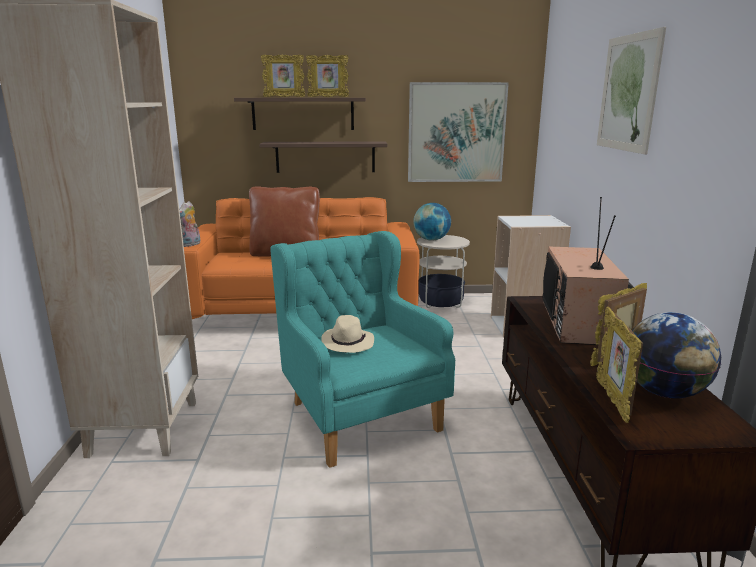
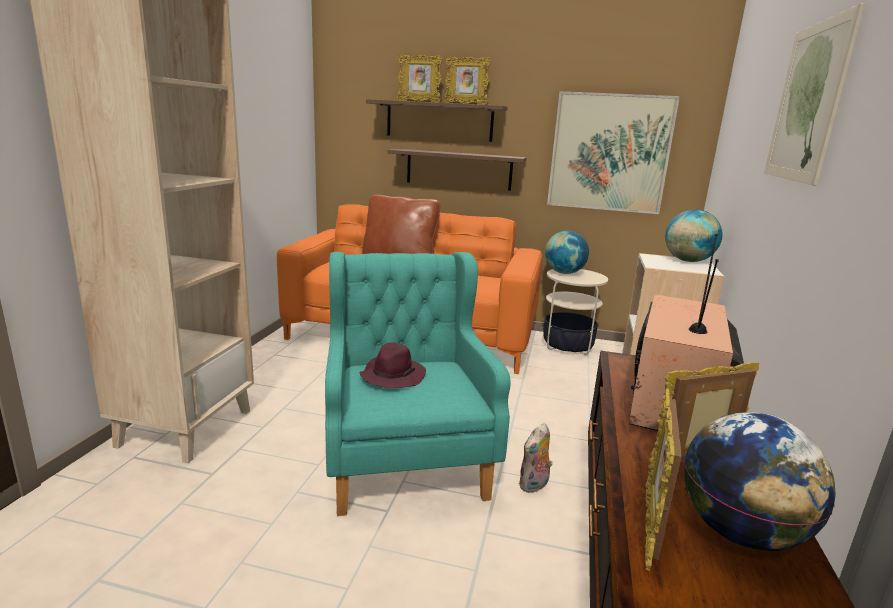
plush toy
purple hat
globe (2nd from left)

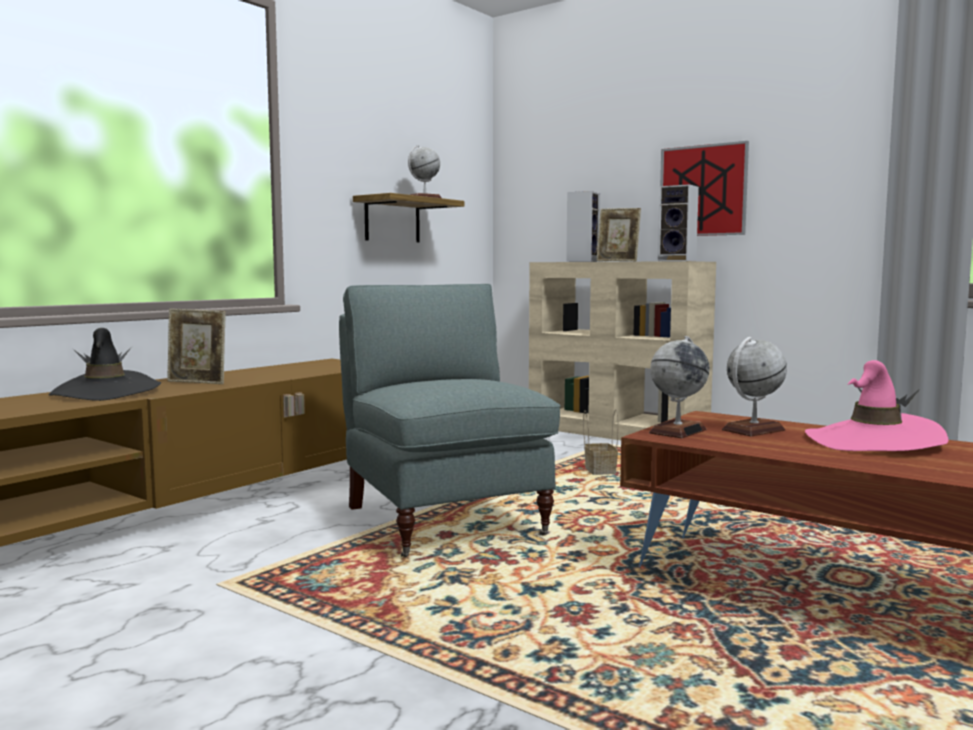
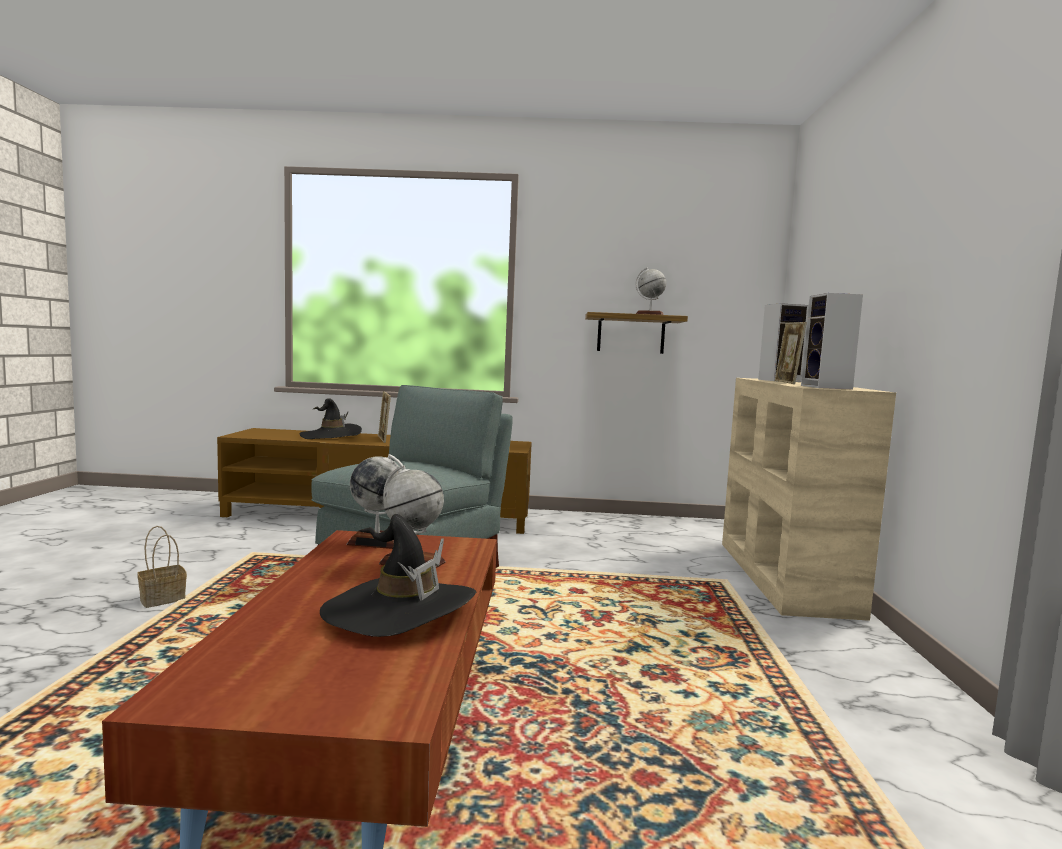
basket
picture
black hat (2nd from left)

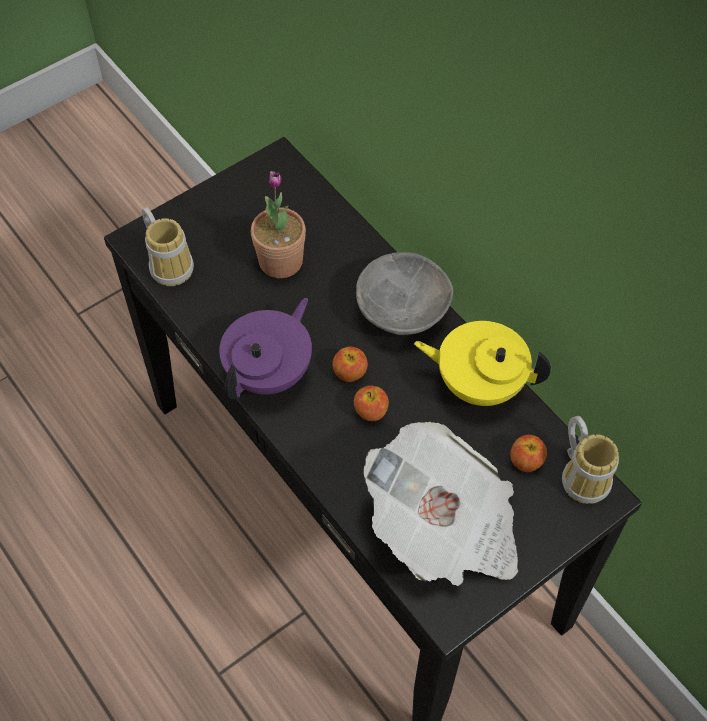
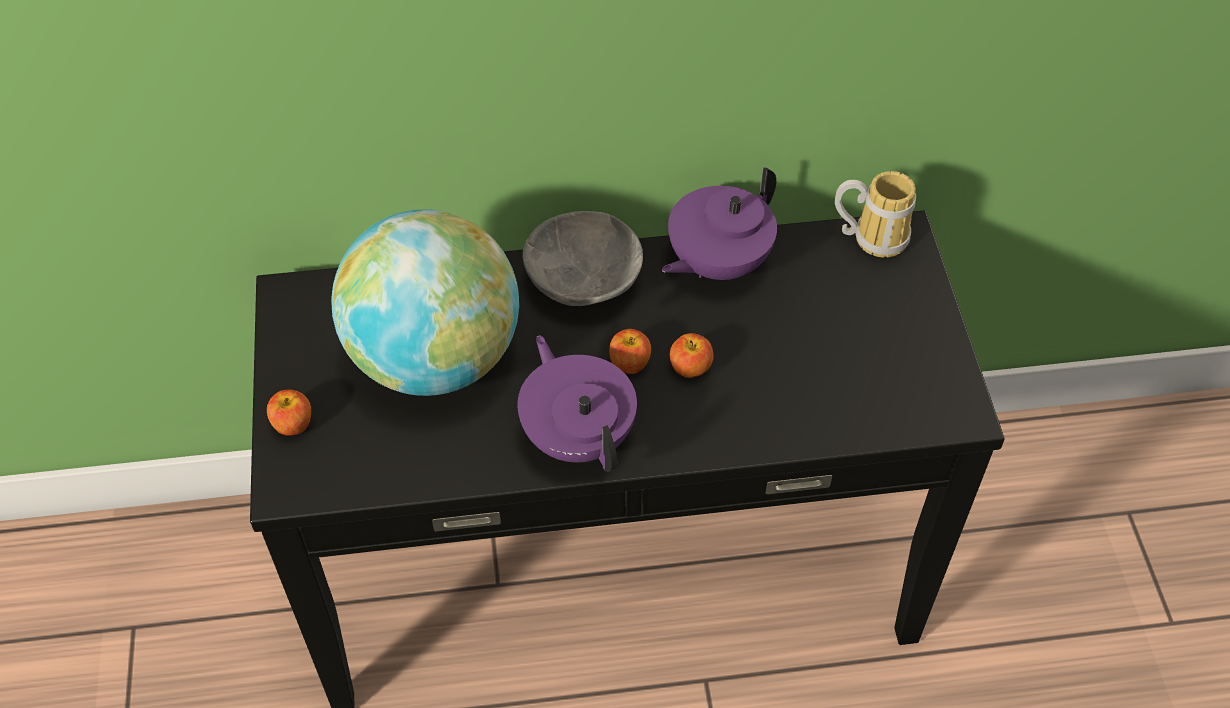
mug (1st from left in the first image)
globe
newspaper
purple teapot (2nd from left)
apple (1st from left)

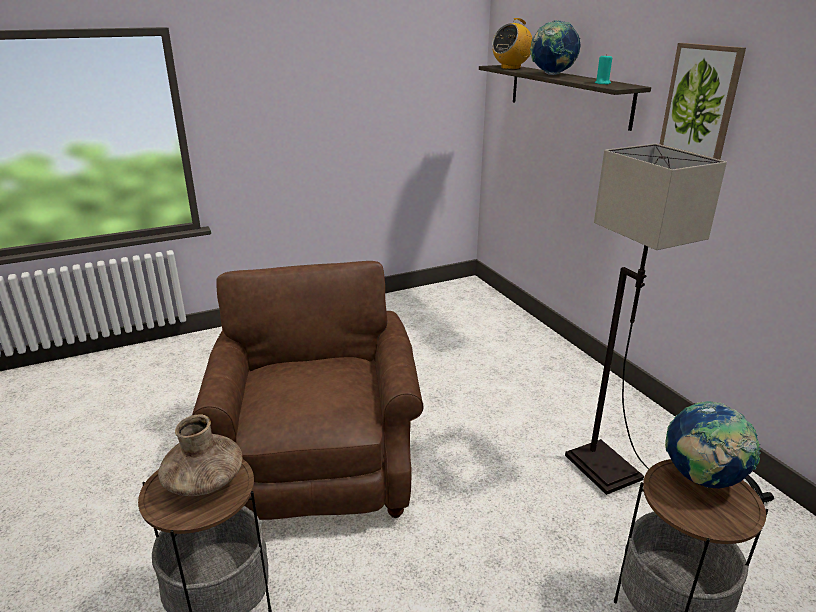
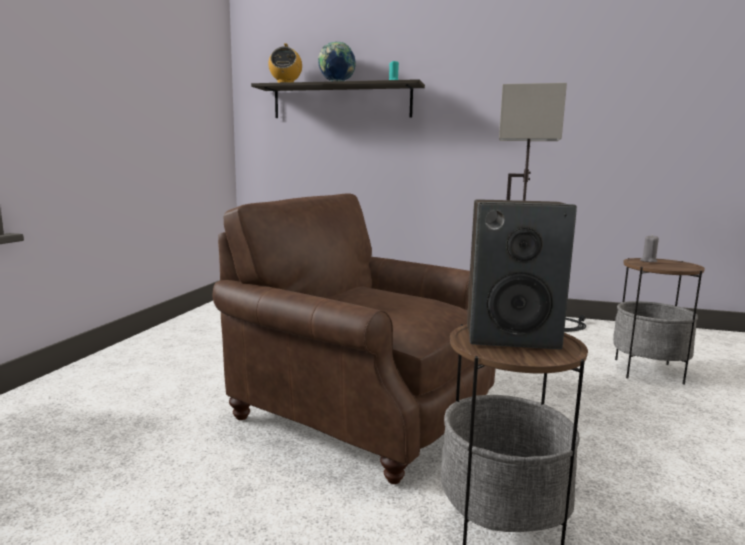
speaker
picture
grey candle

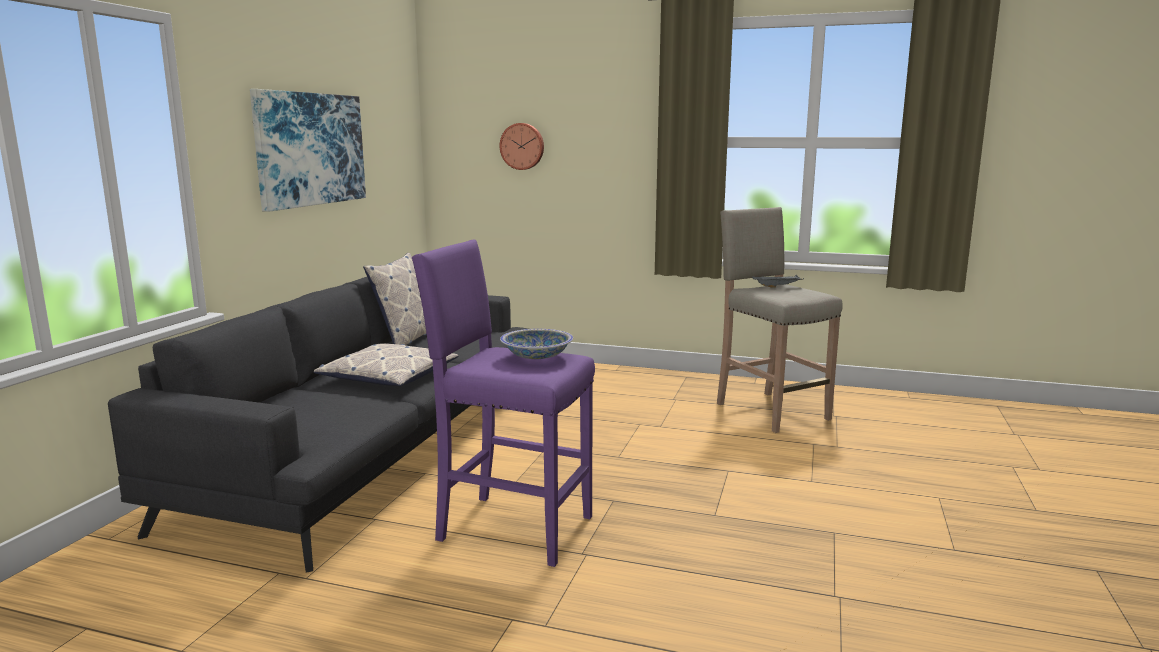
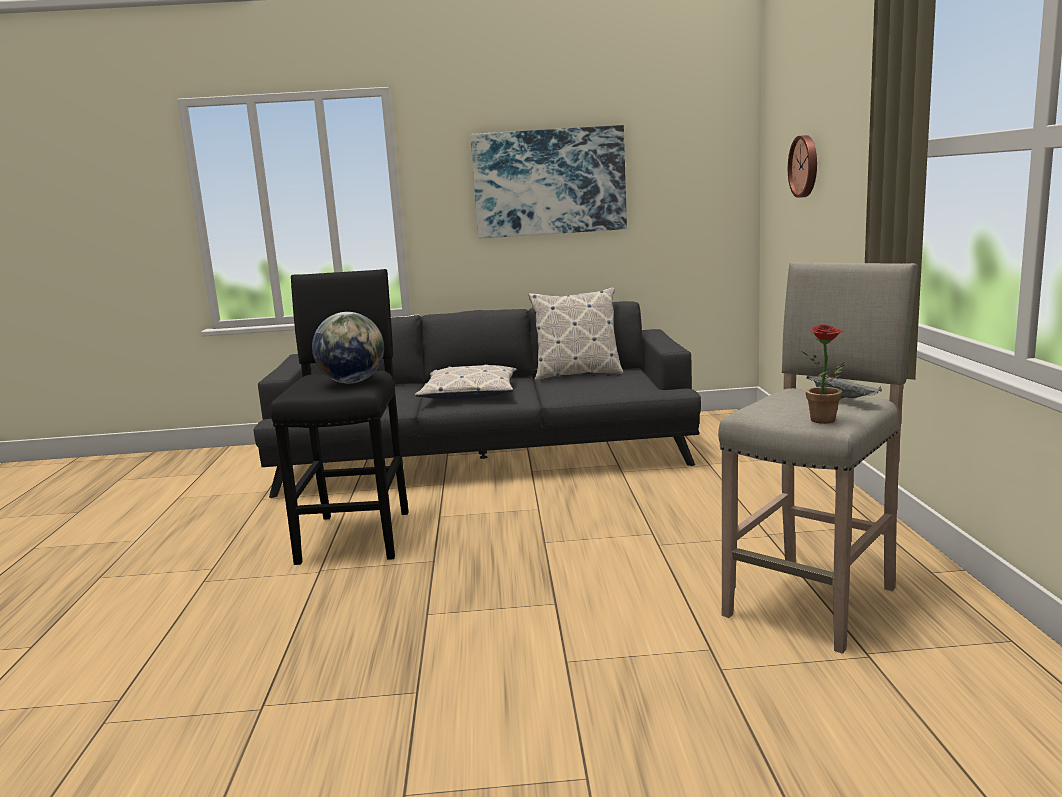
black stool
globe
potted plant

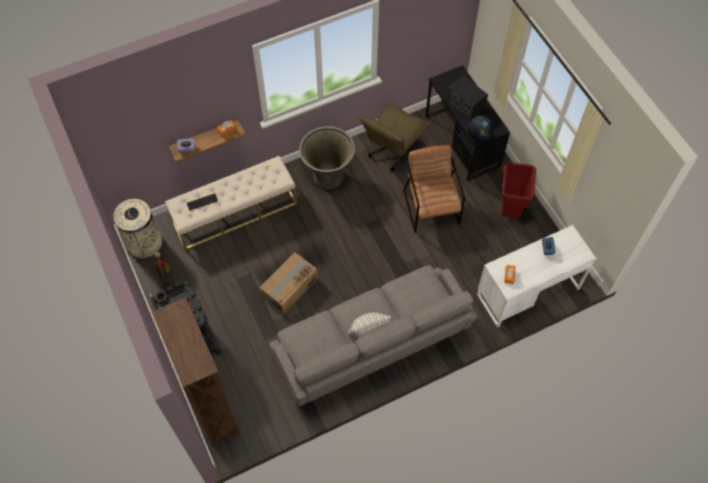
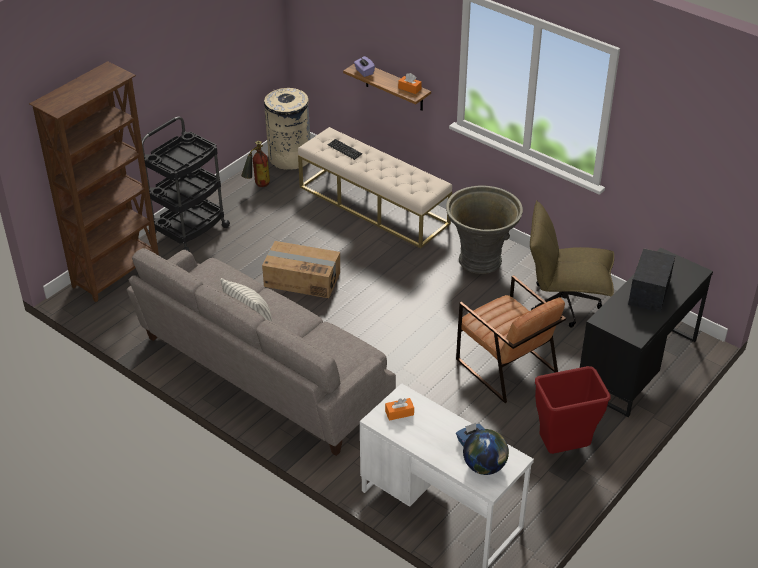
brown armchair
globe

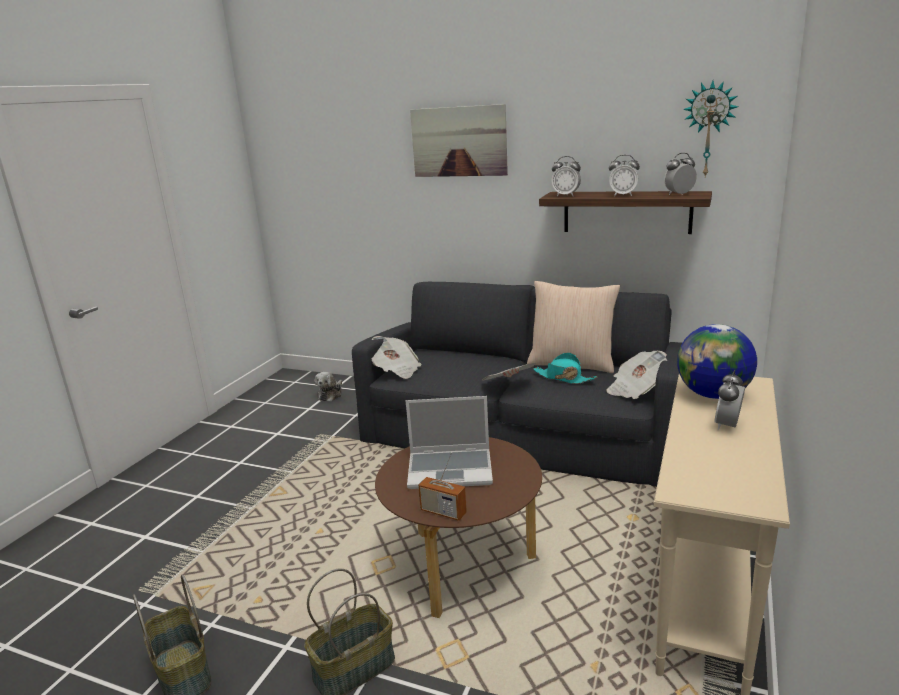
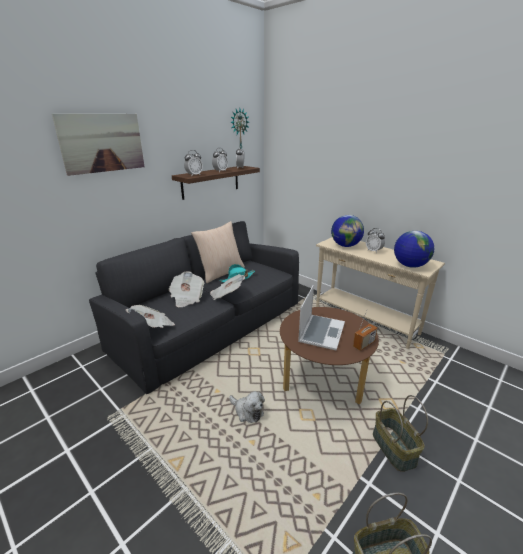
plush toy
newspaper (2nd from left)
globe (2nd from left)

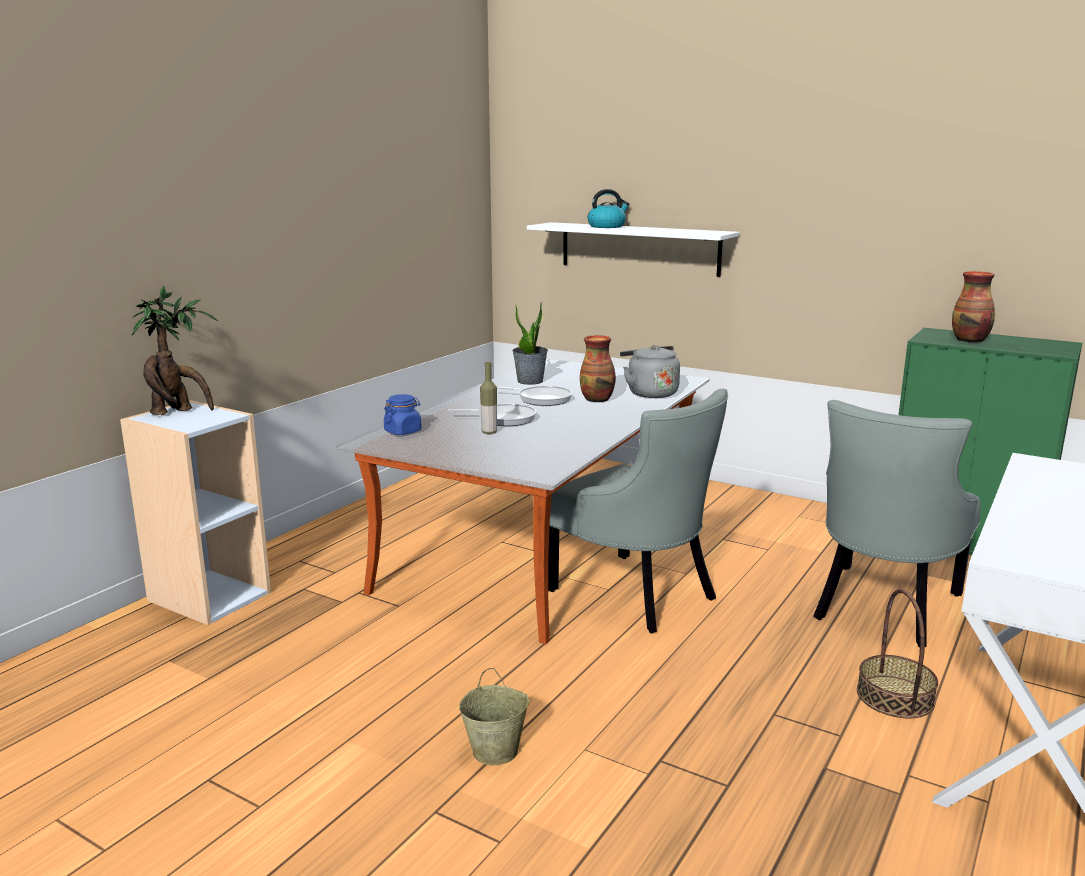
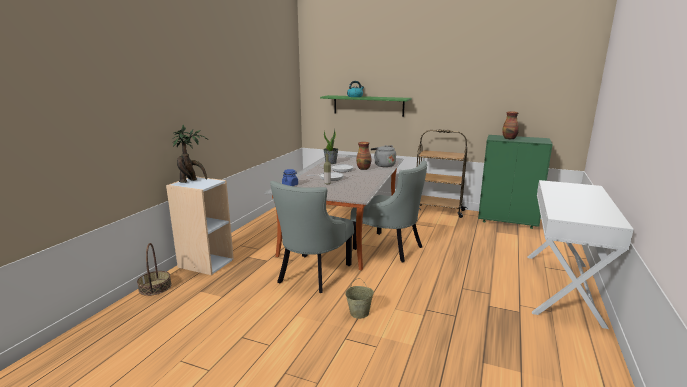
green shelf
grey chair (1st from left)
basket
brown cart

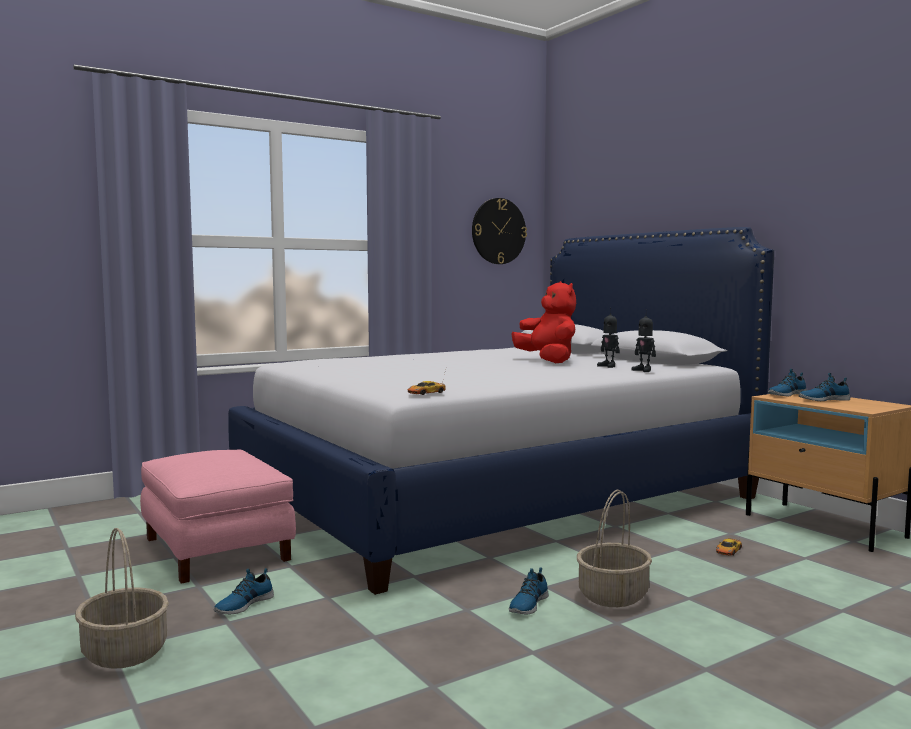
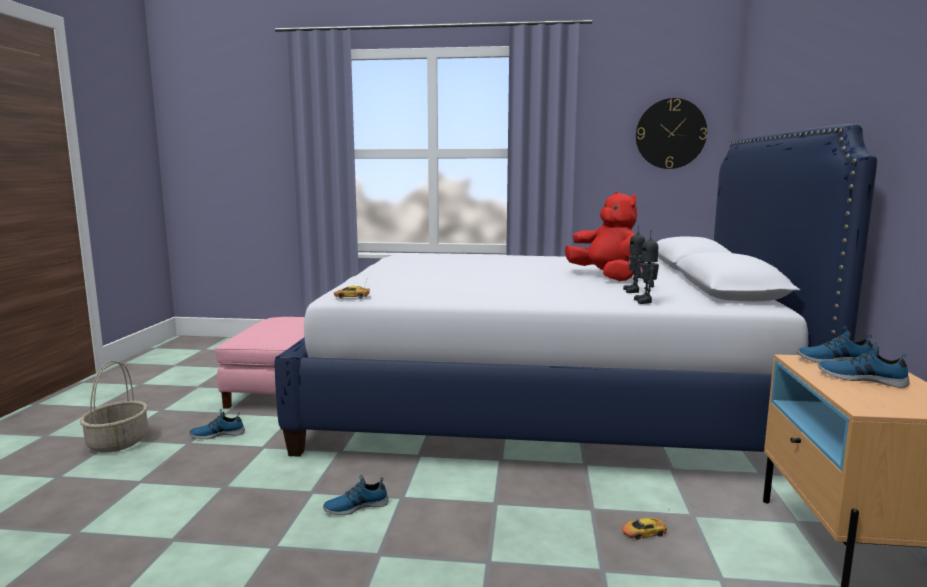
red plush toy
basket (2nd from left in the first image)

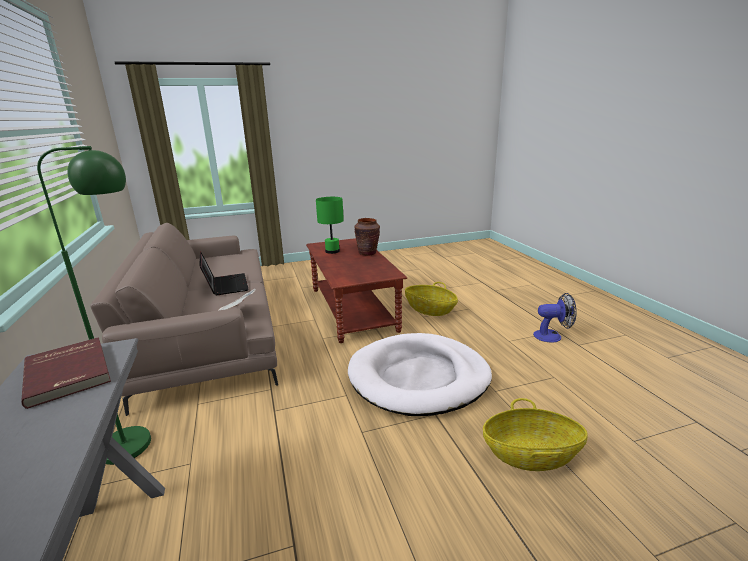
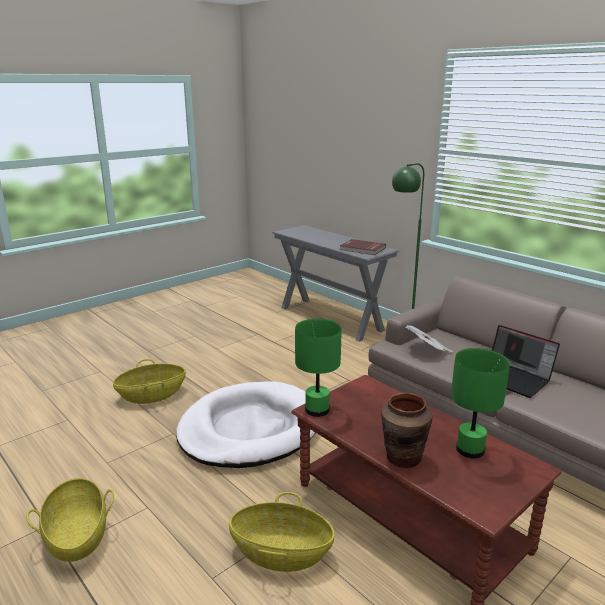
basket (1st from left)
green table lamp (1st from left)

